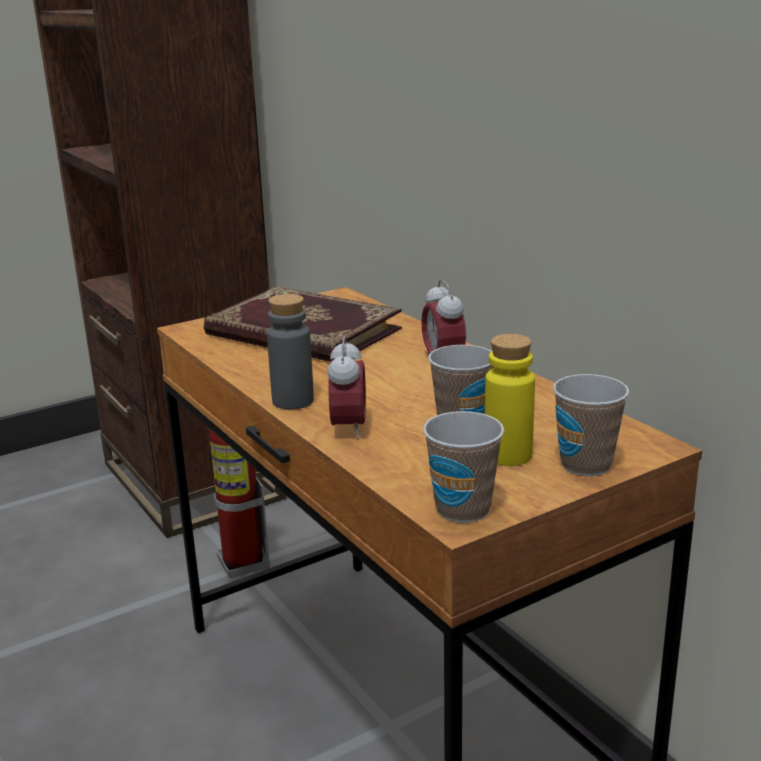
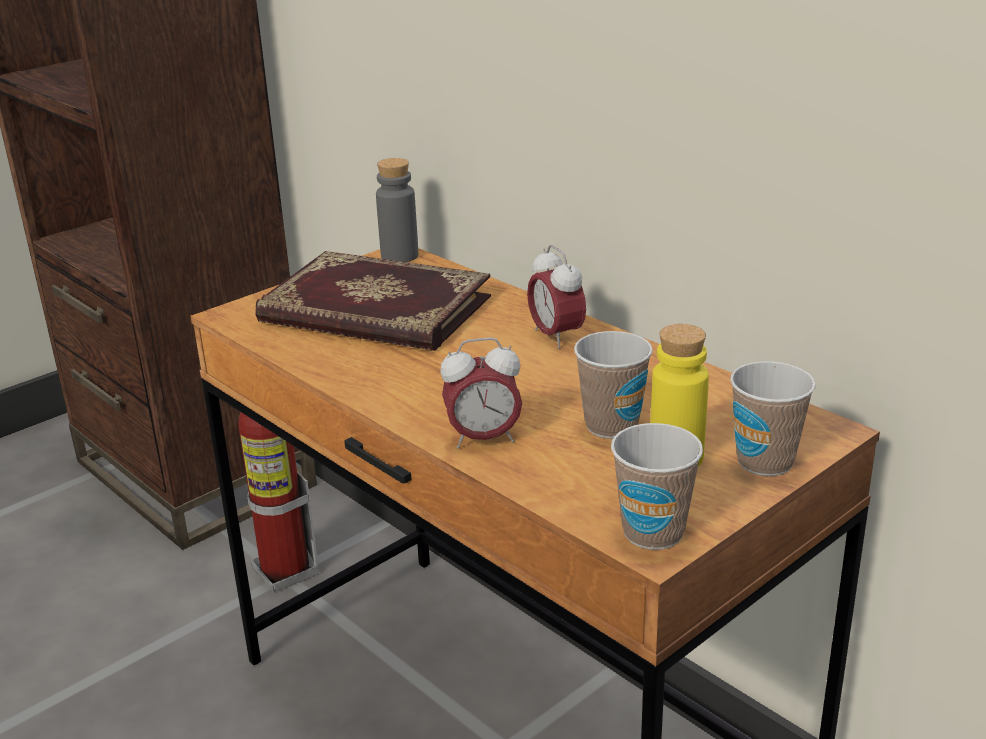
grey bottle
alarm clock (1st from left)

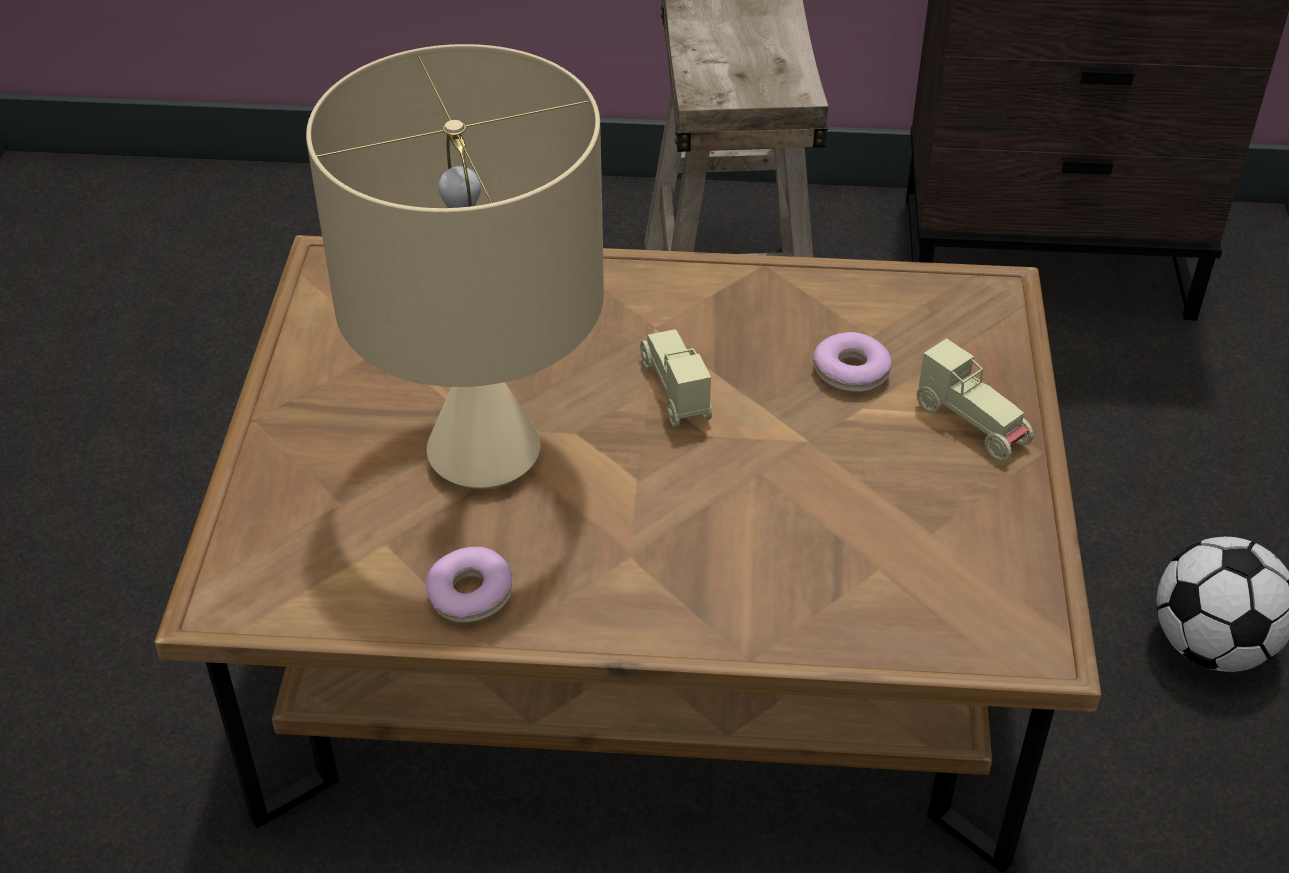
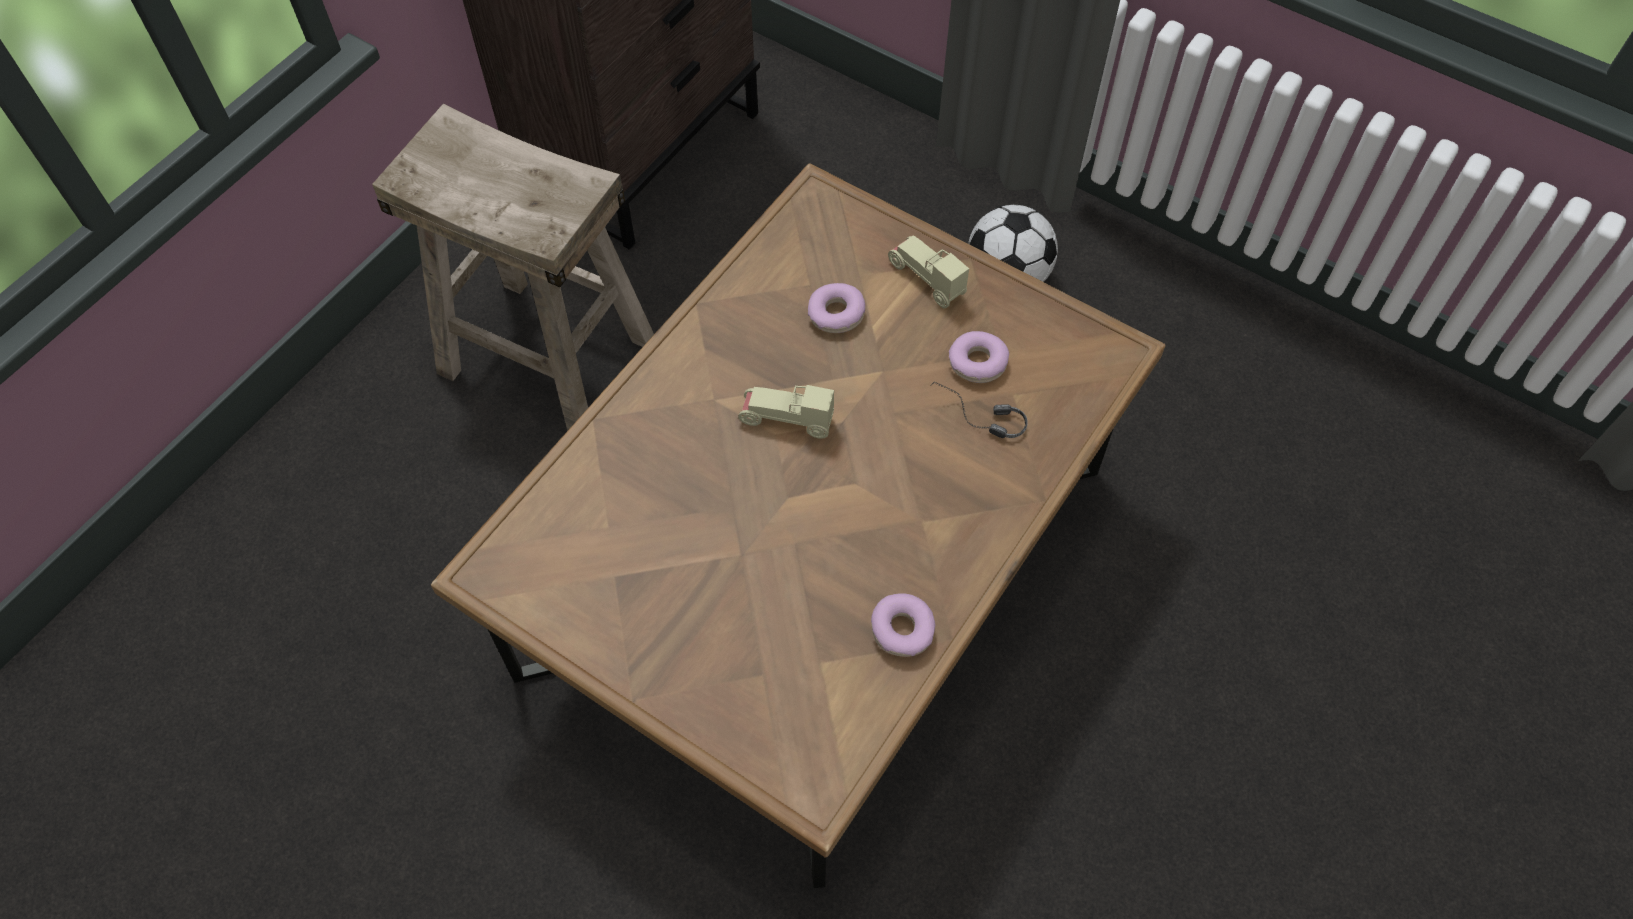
beige table lamp
beige toy car (2nd from left)
headphones
donut (3rd from left)

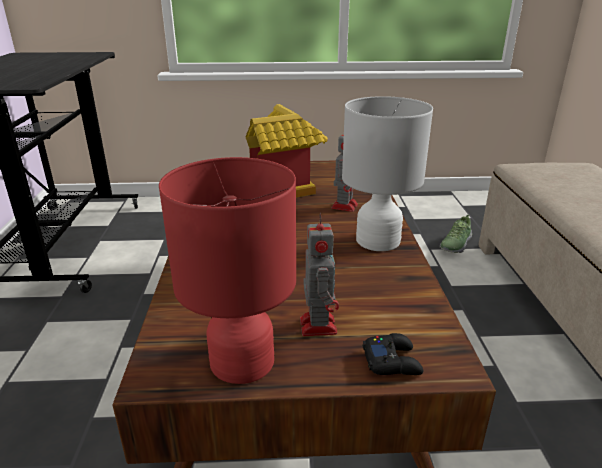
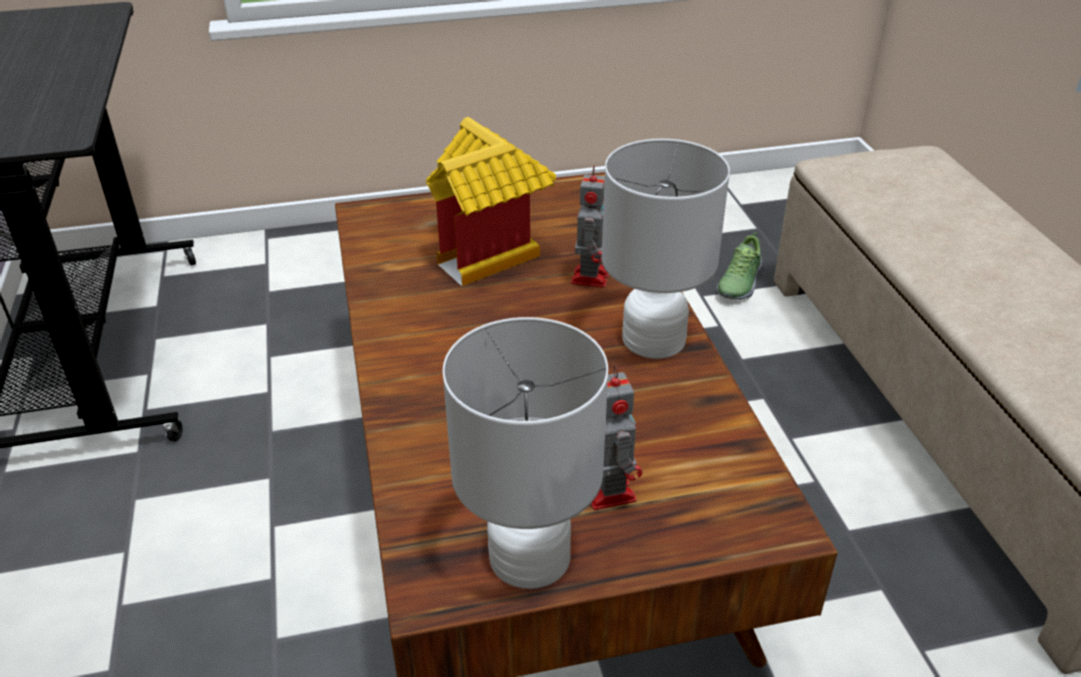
grey table lamp (1st from left)
black game controller

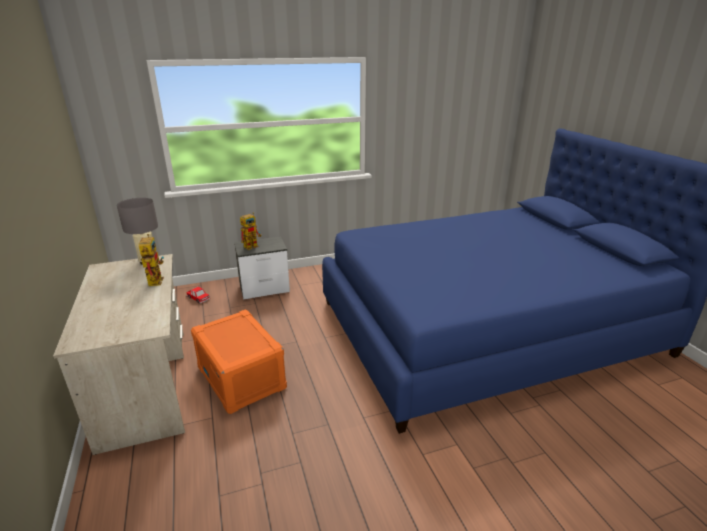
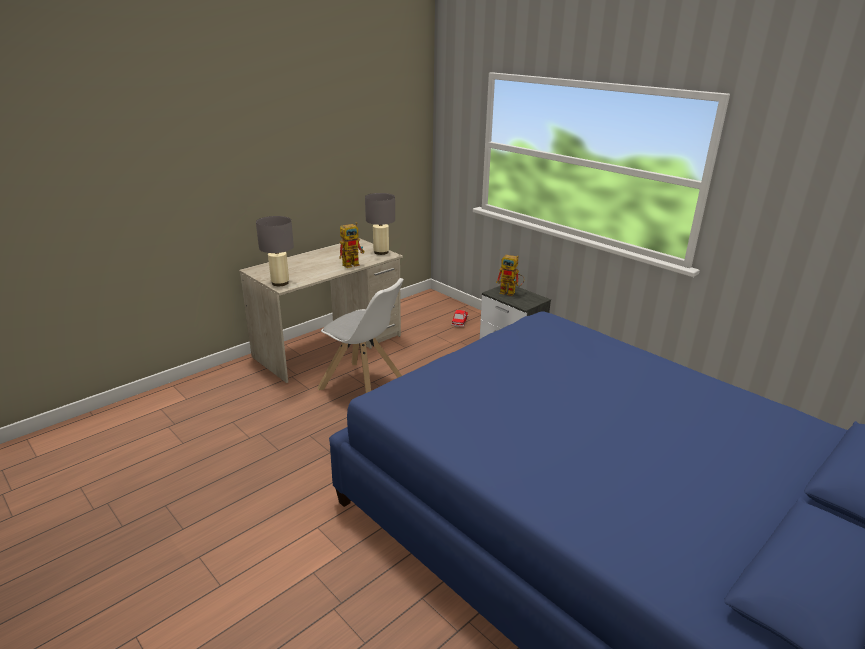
chair
grey table lamp (1st from left)

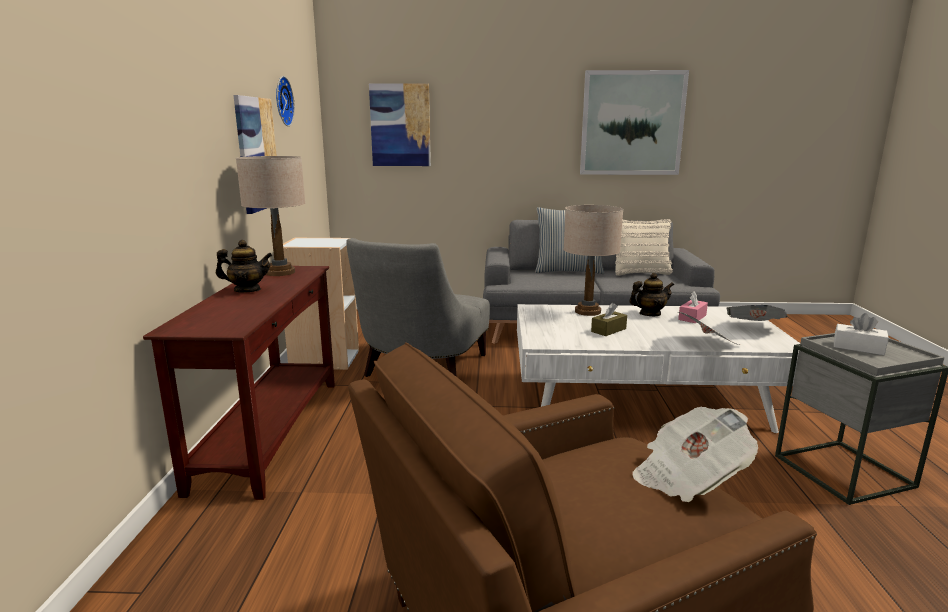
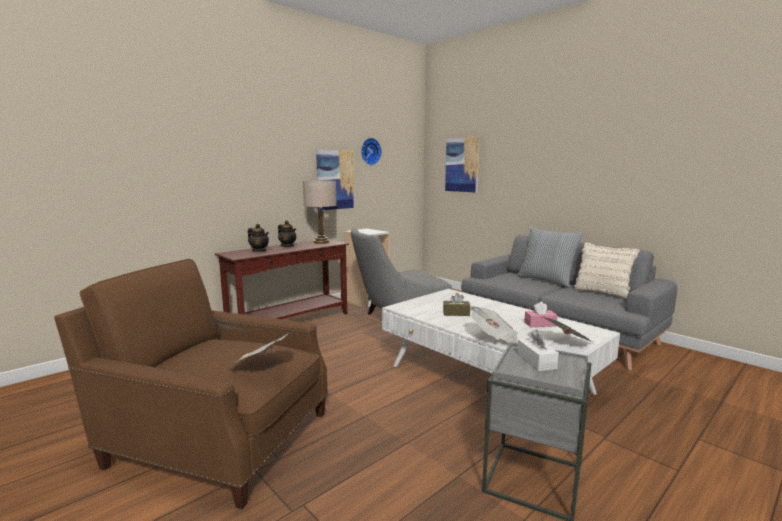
beige table lamp (2nd from left in the first image)
picture (3rd from left in the first image)
teapot (1st from left)

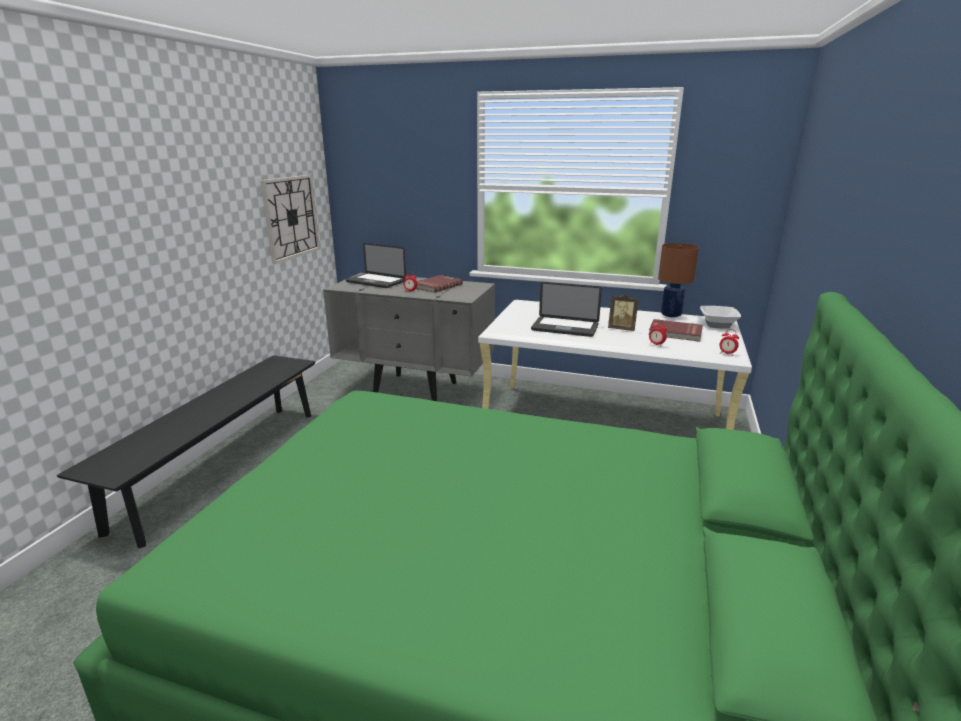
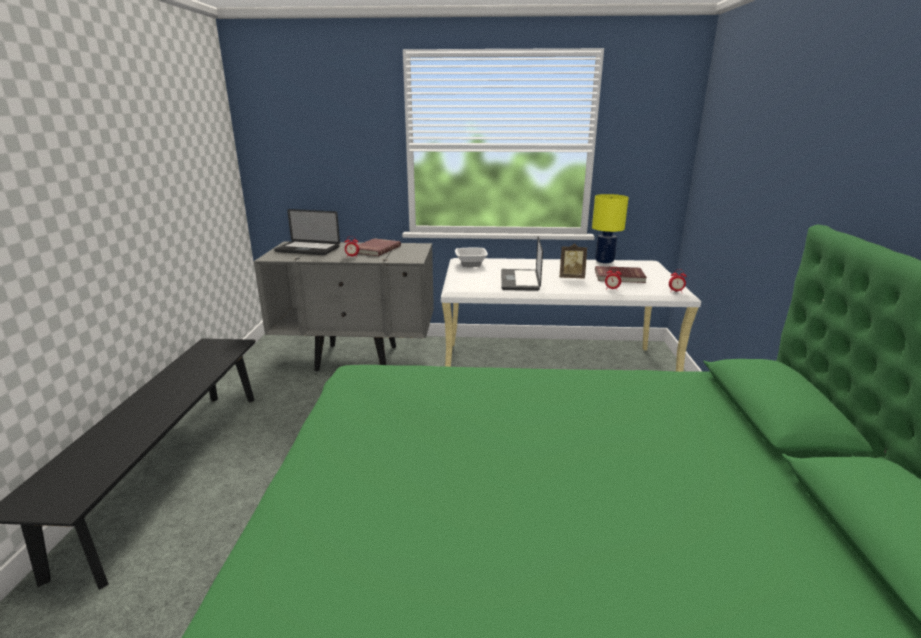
wall clock
laptop (2nd from left)
yellow table lamp
bowl

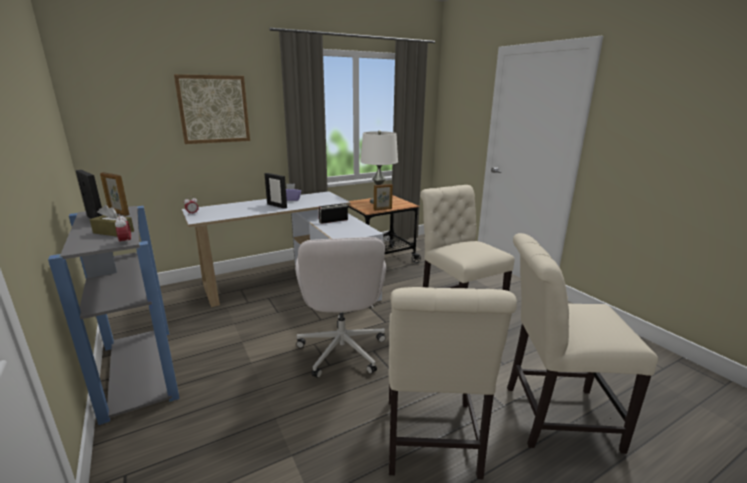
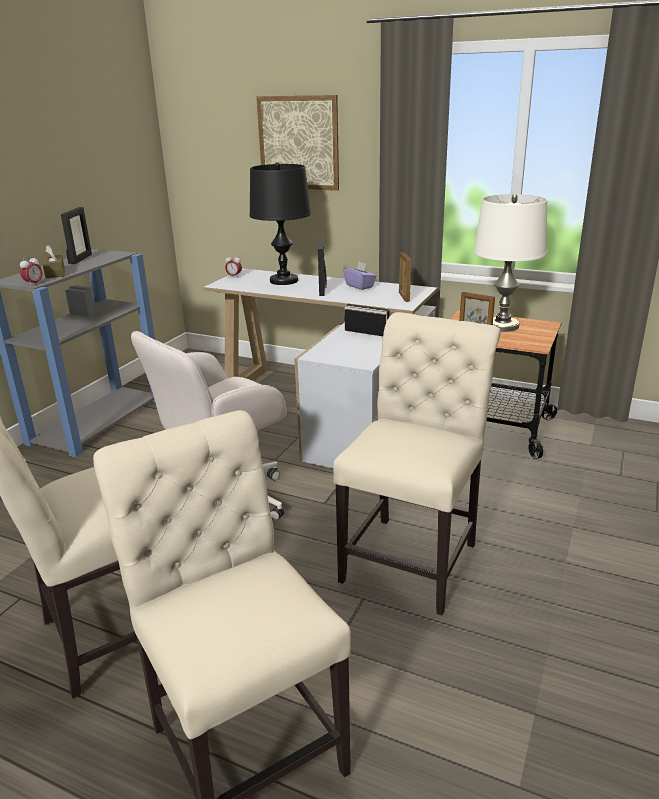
picture frame (3rd from left)
black table lamp

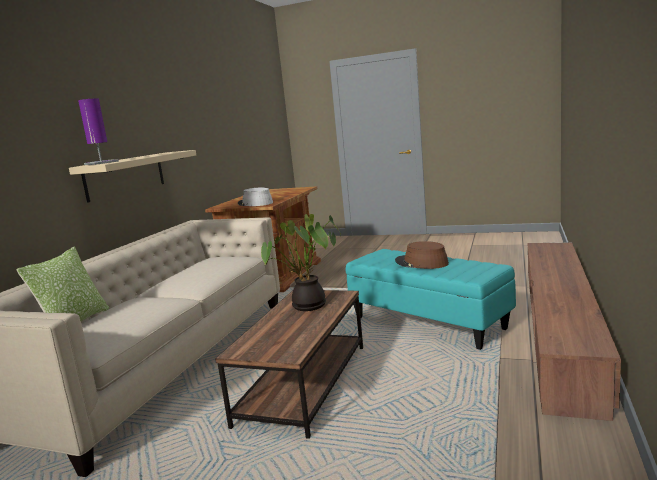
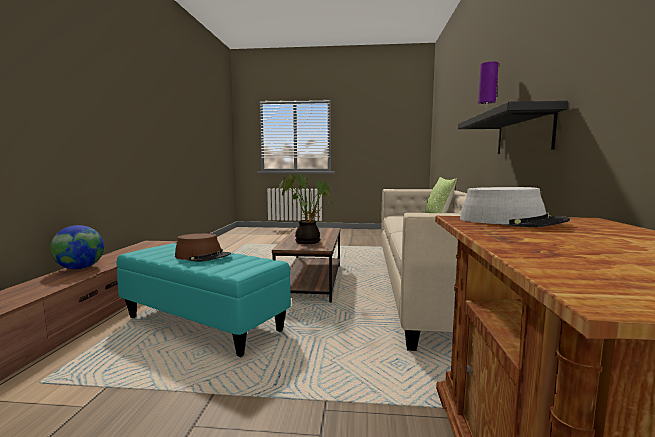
black shelf
globe

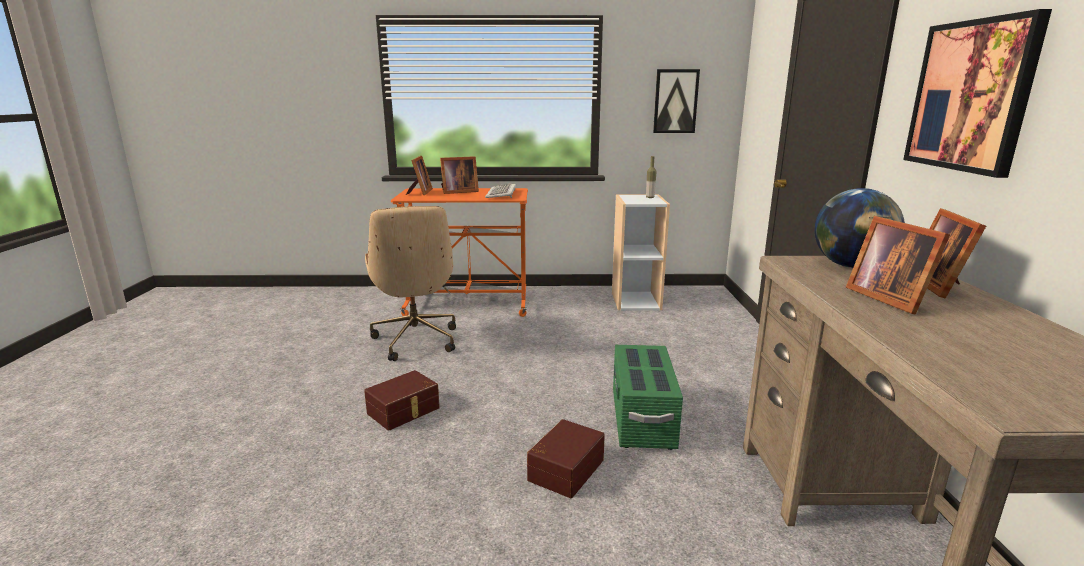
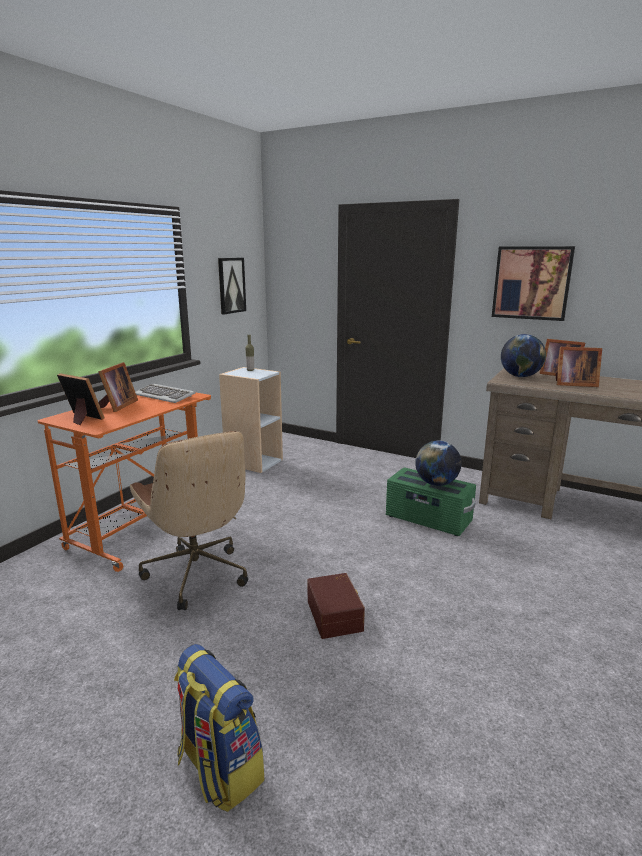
brown office chair
brown storage box (2nd from left in the first image)
backpack
globe (1st from left)

